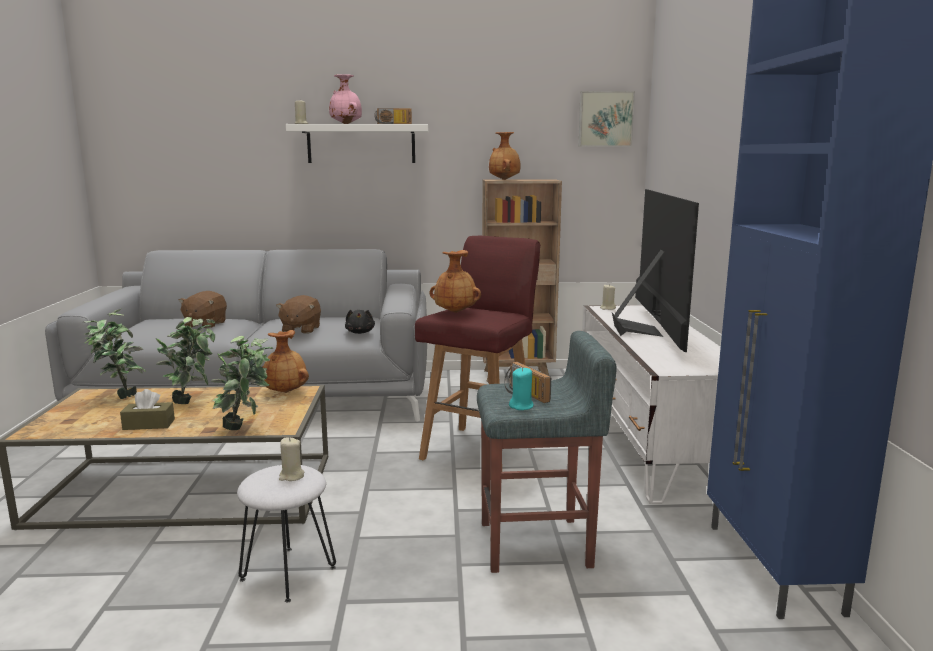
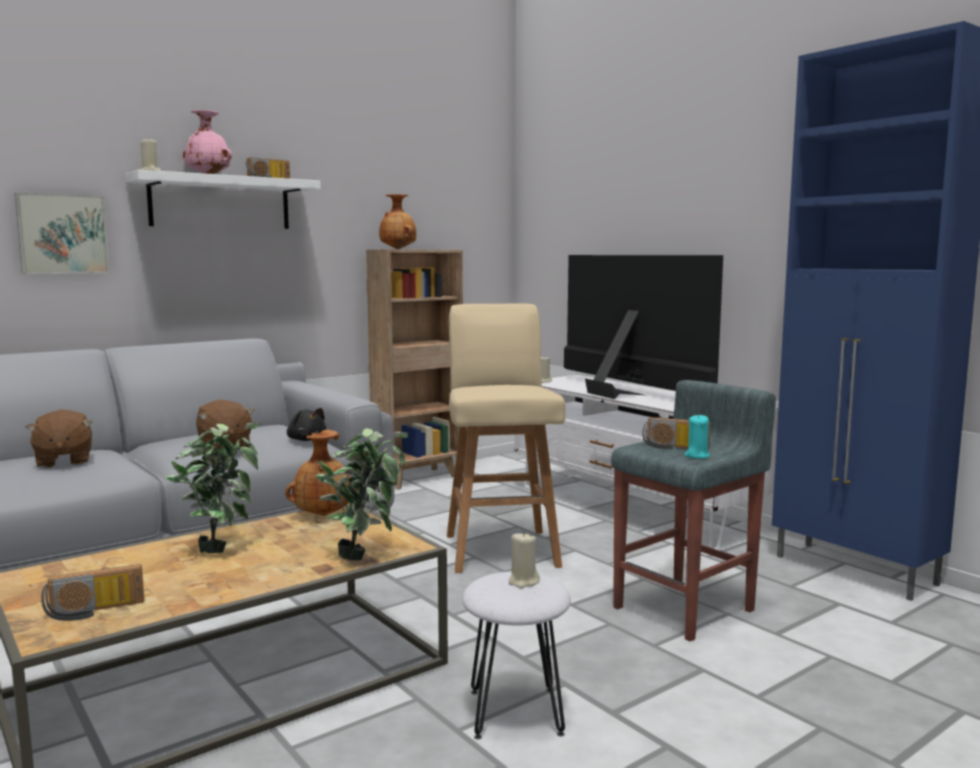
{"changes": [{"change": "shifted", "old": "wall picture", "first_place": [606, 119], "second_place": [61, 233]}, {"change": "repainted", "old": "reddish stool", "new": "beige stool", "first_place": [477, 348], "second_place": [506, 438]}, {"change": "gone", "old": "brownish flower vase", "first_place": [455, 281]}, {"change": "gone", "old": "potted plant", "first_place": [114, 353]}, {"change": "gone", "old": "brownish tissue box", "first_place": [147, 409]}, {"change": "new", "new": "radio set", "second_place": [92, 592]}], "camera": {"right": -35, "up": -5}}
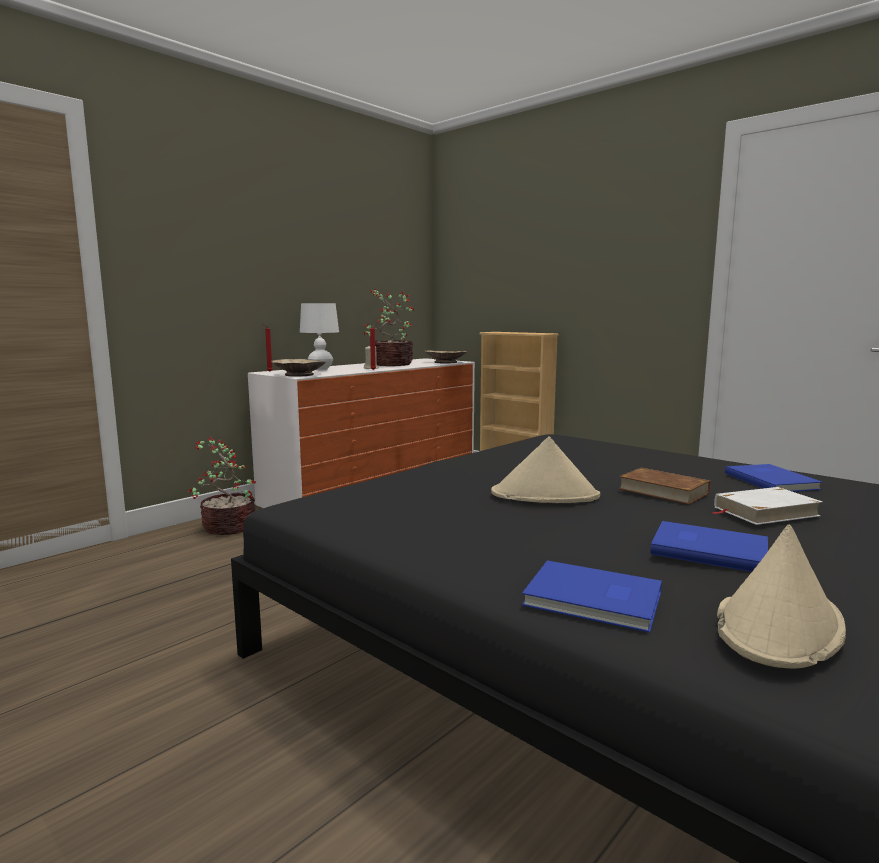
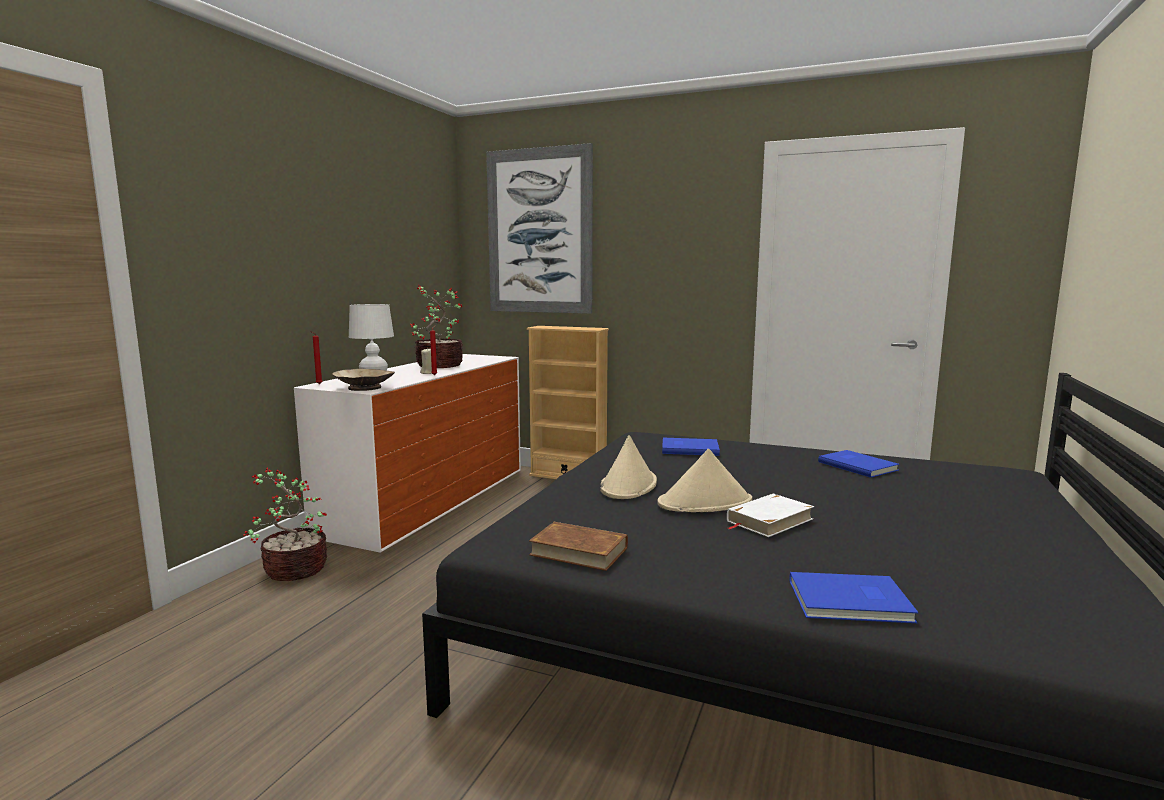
{"changes": [{"change": "gone", "old": "beige bowl", "first_place": [446, 356]}, {"change": "shifted", "old": "brownish book", "first_place": [664, 486], "second_place": [578, 546]}, {"change": "shifted", "old": "whitish book", "first_place": [766, 506], "second_place": [770, 515]}, {"change": "shifted", "old": "blue book", "first_place": [709, 546], "second_place": [691, 447]}, {"change": "shifted", "old": "beige wearable hat", "first_place": [781, 596], "second_place": [628, 467]}, {"change": "new", "new": "wall picture", "second_place": [539, 228]}], "camera": {"right": -20, "up": 0}}
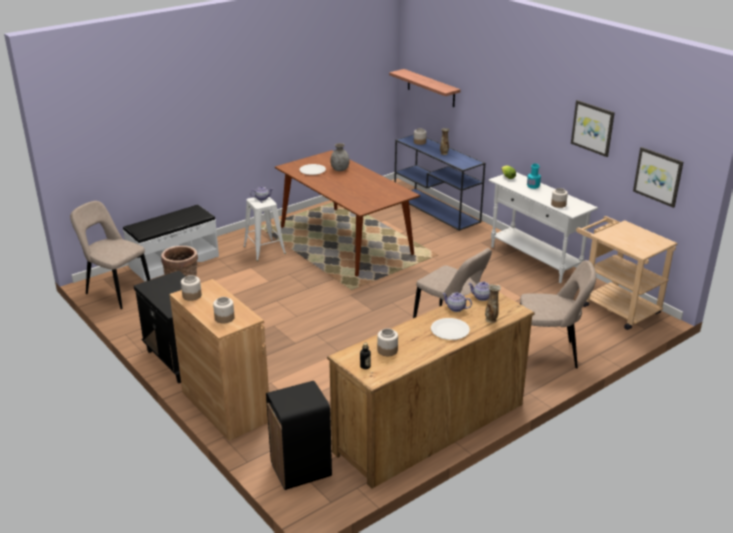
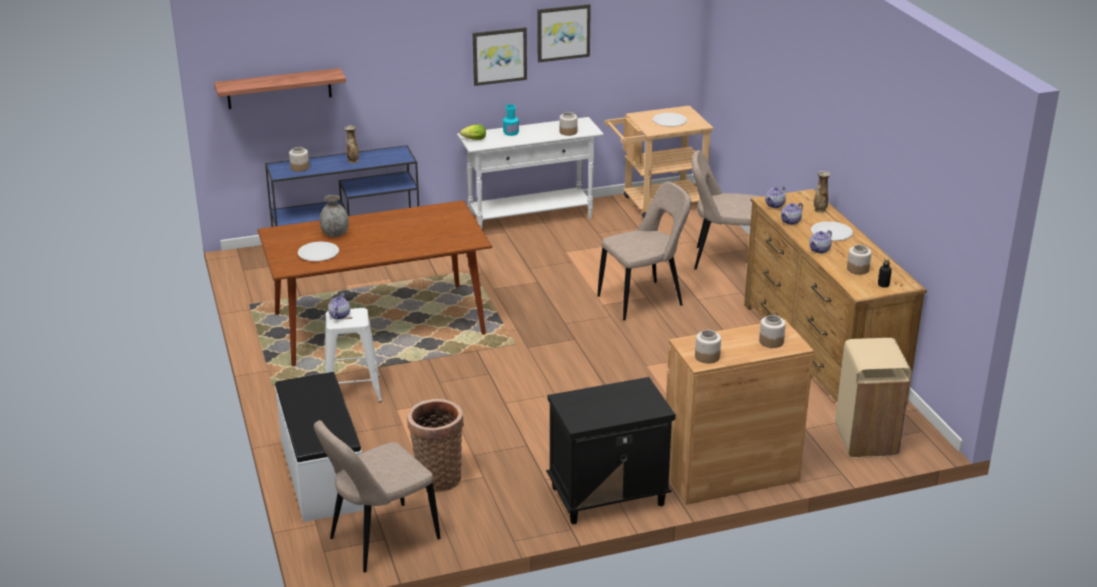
{"changes": [{"change": "shifted", "old": "wall picture", "first_place": [658, 177], "second_place": [500, 56]}, {"change": "rotated", "old": "beige chair", "first_place": [558, 314], "second_place": [726, 210], "degrees": -105}, {"change": "repainted", "old": "black-coloured trash can", "new": "beige trash can", "first_place": [299, 435], "second_place": [873, 398]}, {"change": "new", "new": "whitish plate", "second_place": [670, 120]}, {"change": "new", "new": "pot for tea", "second_place": [820, 242]}], "camera": {"right": -70, "up": 0}}
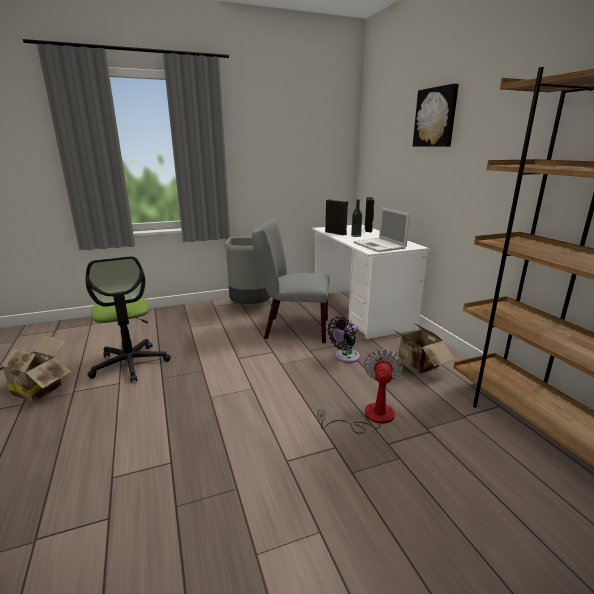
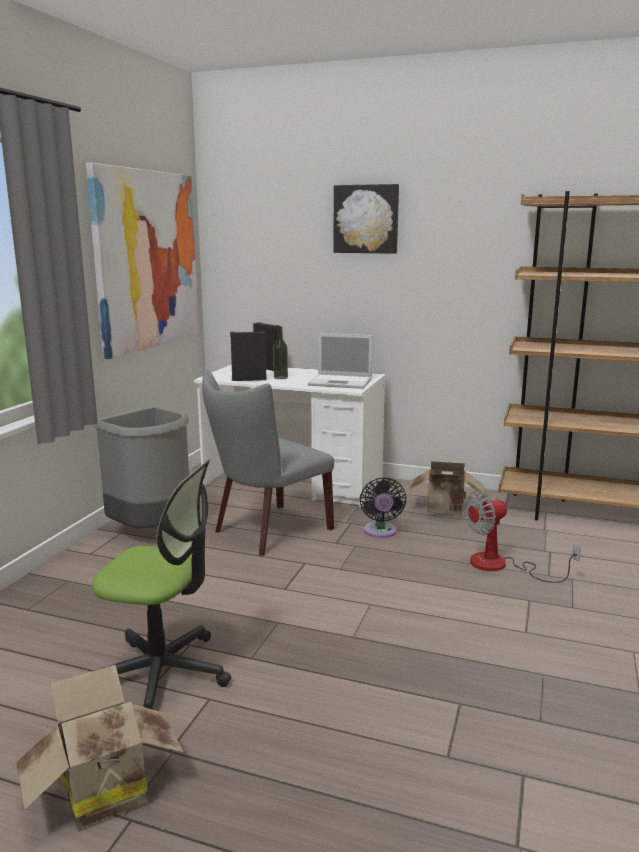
{"changes": [{"change": "rotated", "old": "electric fan", "first_place": [360, 391], "second_place": [522, 537], "degrees": -75}, {"change": "new", "new": "wall picture", "second_place": [142, 261]}], "camera": {"right": -50, "up": -5}}
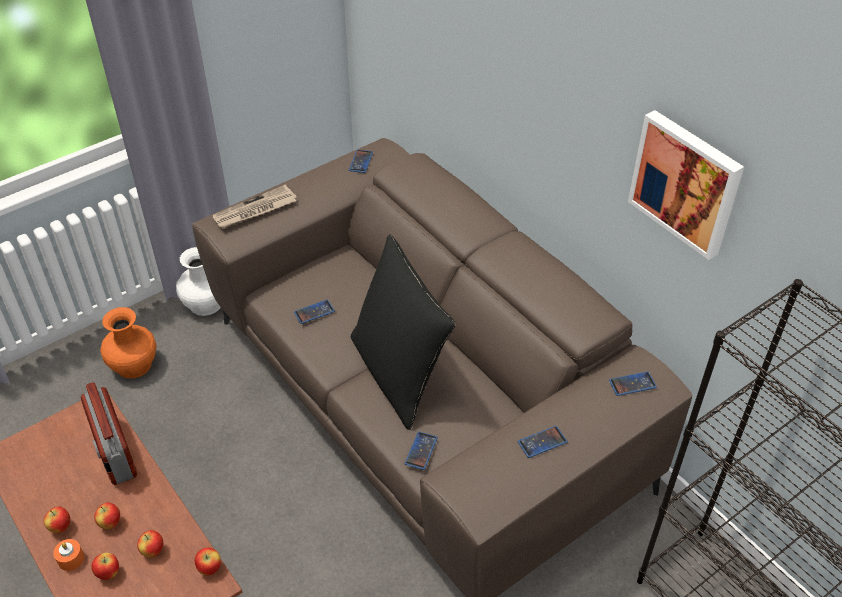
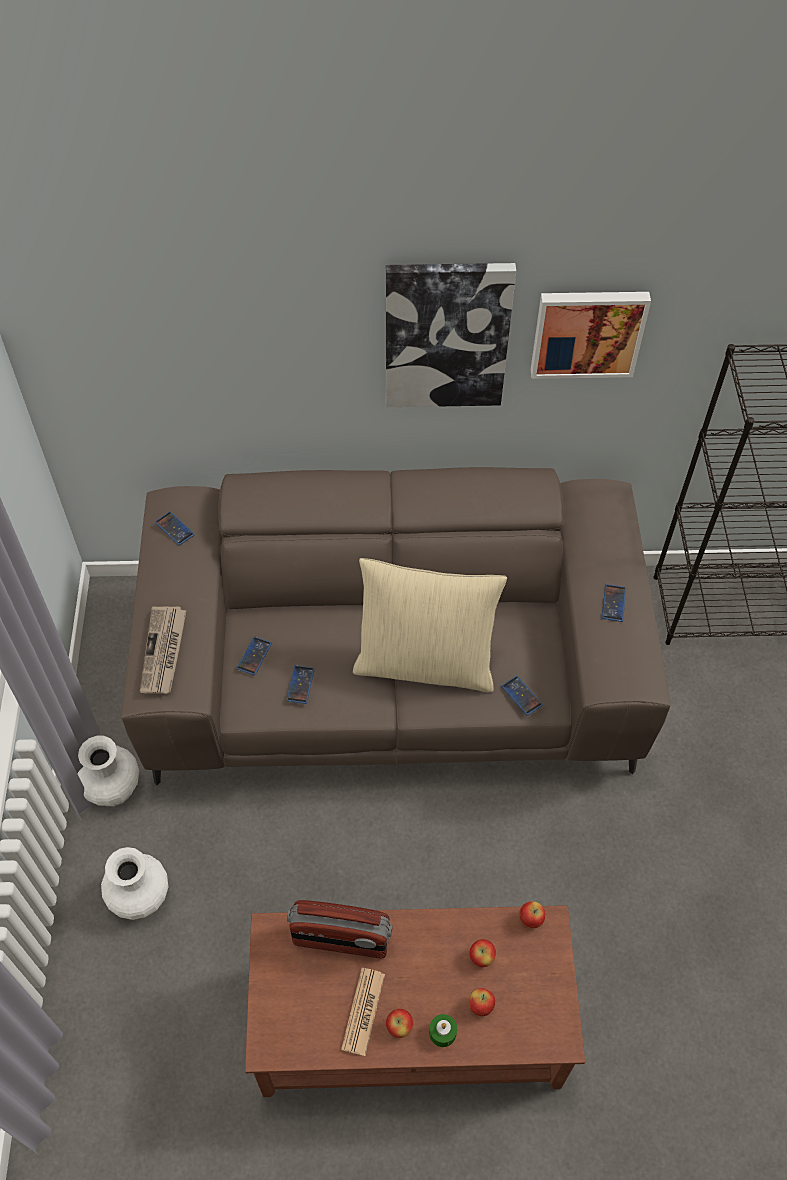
{"changes": [{"change": "repainted", "old": "black-coloured pillow", "new": "beige pillow", "first_place": [403, 332], "second_place": [430, 625]}, {"change": "repainted", "old": "orange flower vase", "new": "whitish flower vase", "first_place": [128, 343], "second_place": [134, 883]}, {"change": "shifted", "old": "handset", "first_place": [633, 383], "second_place": [254, 655]}, {"change": "gone", "old": "whole apple", "first_place": [107, 515]}, {"change": "repainted", "old": "orange wax candle", "new": "greenish wax candle", "first_place": [68, 555], "second_place": [443, 1030]}, {"change": "new", "new": "wall picture", "second_place": [451, 335]}, {"change": "new", "new": "daily paper", "second_place": [363, 1012]}], "camera": {"right": -55, "up": 10}}
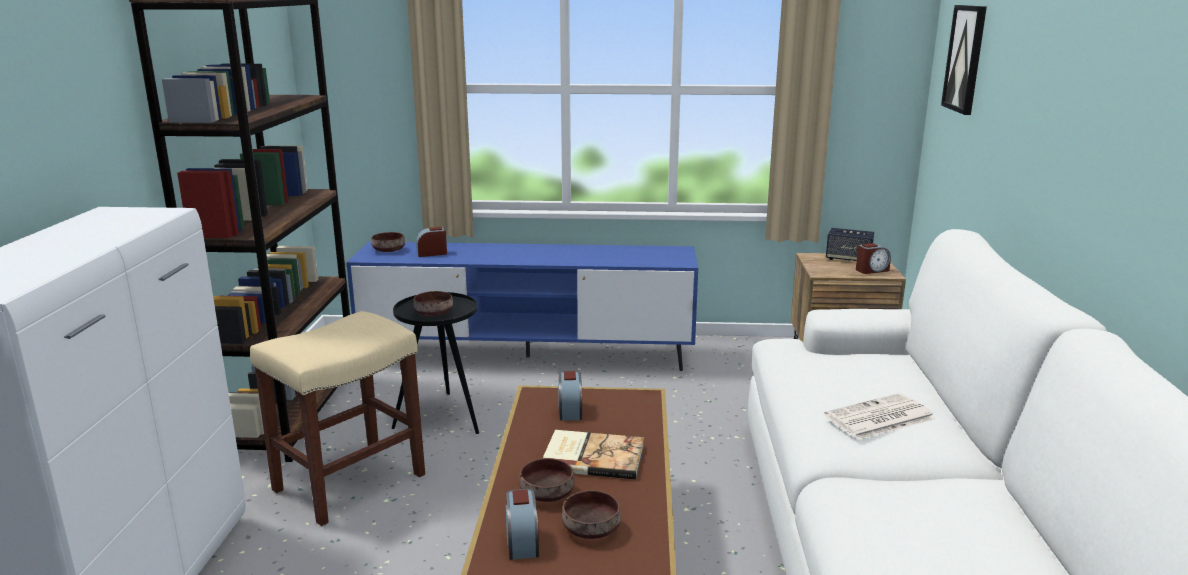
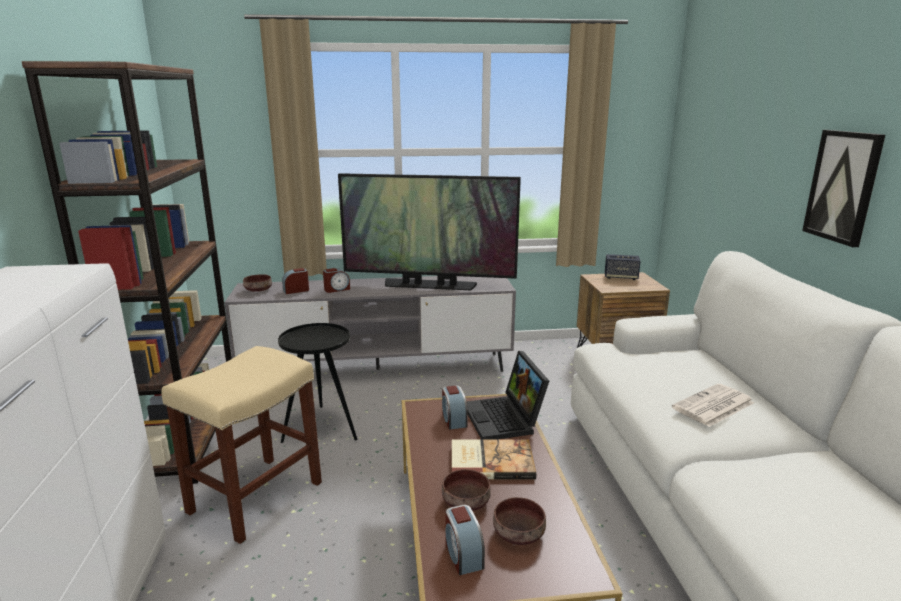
{"changes": [{"change": "shifted", "old": "wall picture", "first_place": [964, 60], "second_place": [843, 188]}, {"change": "repainted", "old": "blue tv stand", "new": "gray tv stand", "first_place": [522, 306], "second_place": [370, 324]}, {"change": "shifted", "old": "alarm clock", "first_place": [873, 258], "second_place": [336, 280]}, {"change": "gone", "old": "brownish bowl", "first_place": [433, 303]}, {"change": "new", "new": "television", "second_place": [429, 231]}, {"change": "new", "new": "portable computer", "second_place": [507, 395]}], "camera": {"right": -10, "up": 0}}
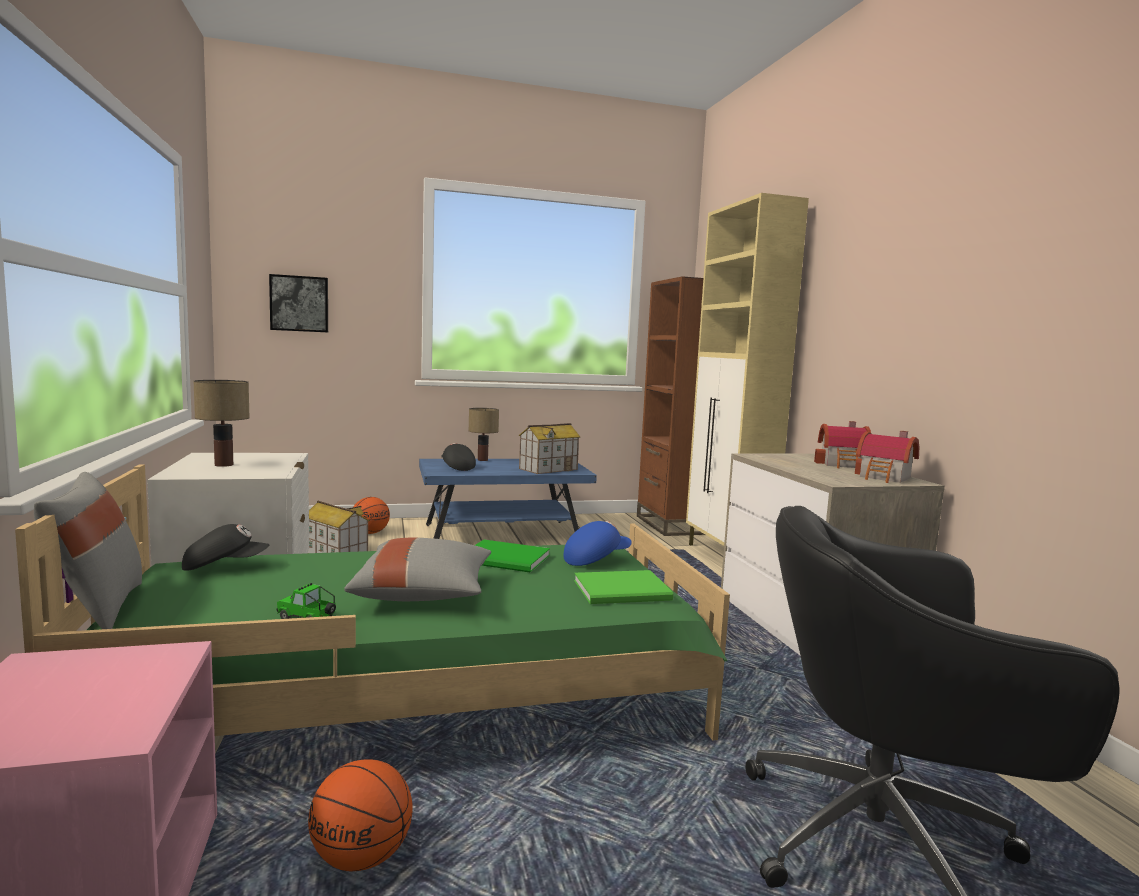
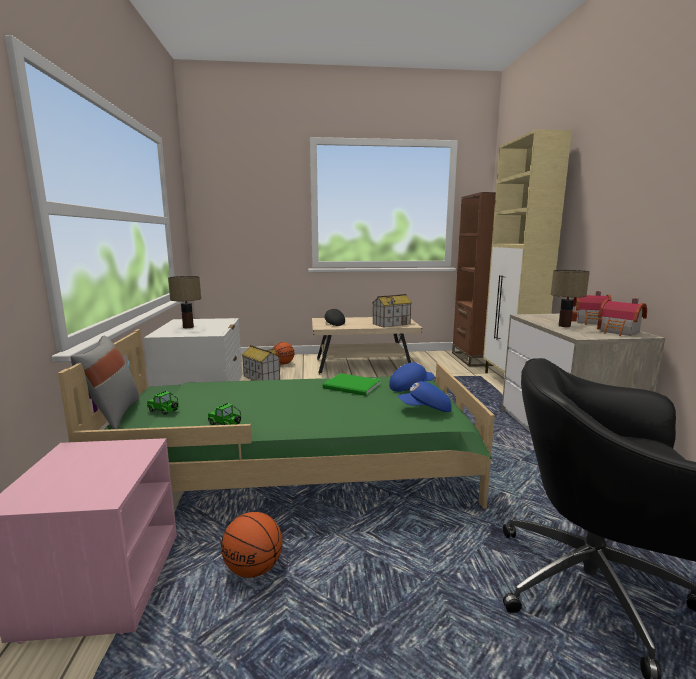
{"changes": [{"change": "gone", "old": "wall picture", "first_place": [298, 303]}, {"change": "shifted", "old": "table lamp", "first_place": [484, 434], "second_place": [570, 298]}, {"change": "repainted", "old": "blue coffee table", "new": "beige coffee table", "first_place": [508, 499], "second_place": [367, 345]}, {"change": "gone", "old": "black-coloured peaked cap", "first_place": [226, 547]}, {"change": "gone", "old": "gray pillow", "first_place": [417, 569]}, {"change": "swapped", "old": "greenish book", "new": "blue peaked cap", "first_place": [623, 587], "second_place": [425, 396]}, {"change": "new", "new": "miniature car", "second_place": [163, 403]}], "camera": {"right": 10, "up": 5}}
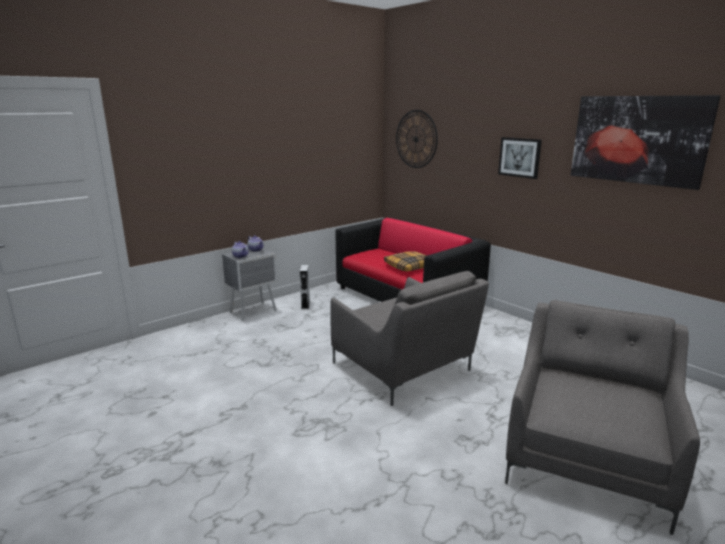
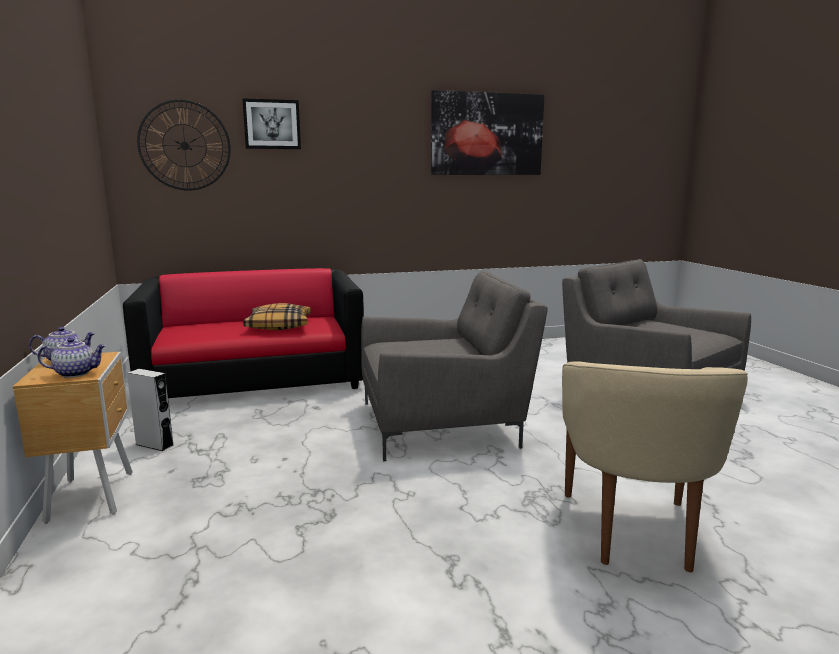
{"changes": [{"change": "shifted", "old": "wall picture", "first_place": [520, 158], "second_place": [271, 123]}, {"change": "repainted", "old": "gray night table", "new": "brownish night table", "first_place": [249, 284], "second_place": [73, 438]}, {"change": "new", "new": "beige easy chair", "second_place": [655, 466]}], "camera": {"right": -65, "up": -5}}
